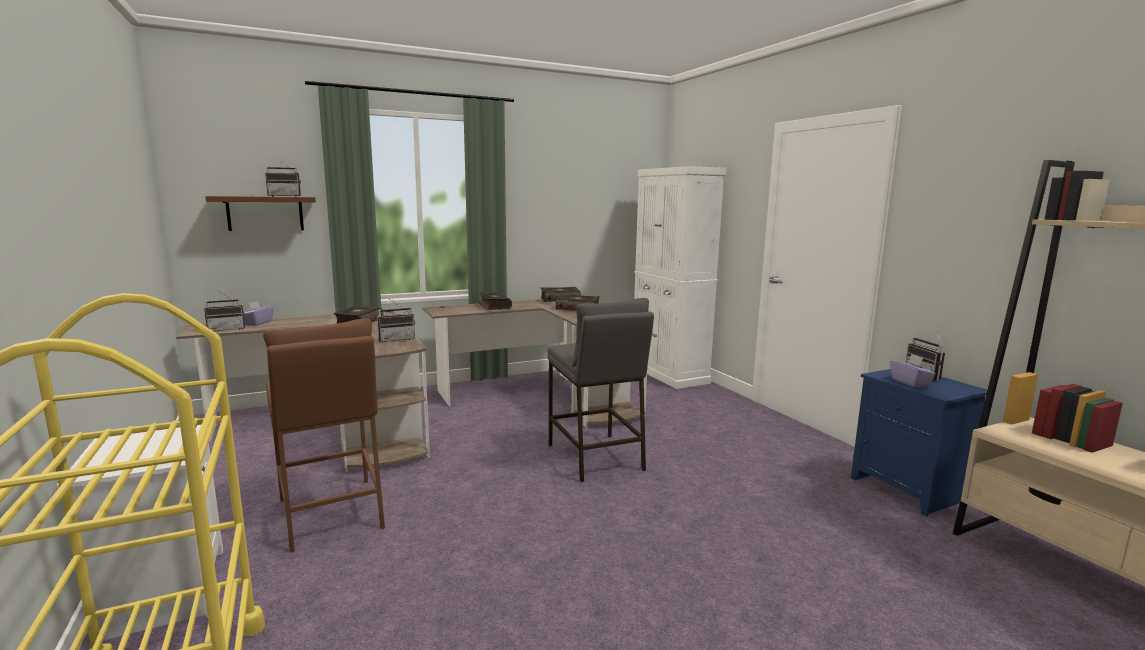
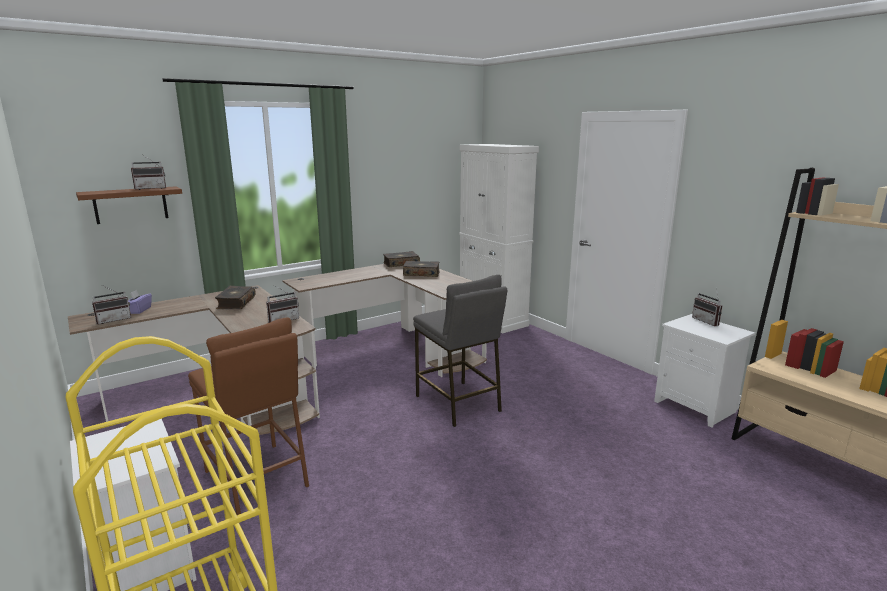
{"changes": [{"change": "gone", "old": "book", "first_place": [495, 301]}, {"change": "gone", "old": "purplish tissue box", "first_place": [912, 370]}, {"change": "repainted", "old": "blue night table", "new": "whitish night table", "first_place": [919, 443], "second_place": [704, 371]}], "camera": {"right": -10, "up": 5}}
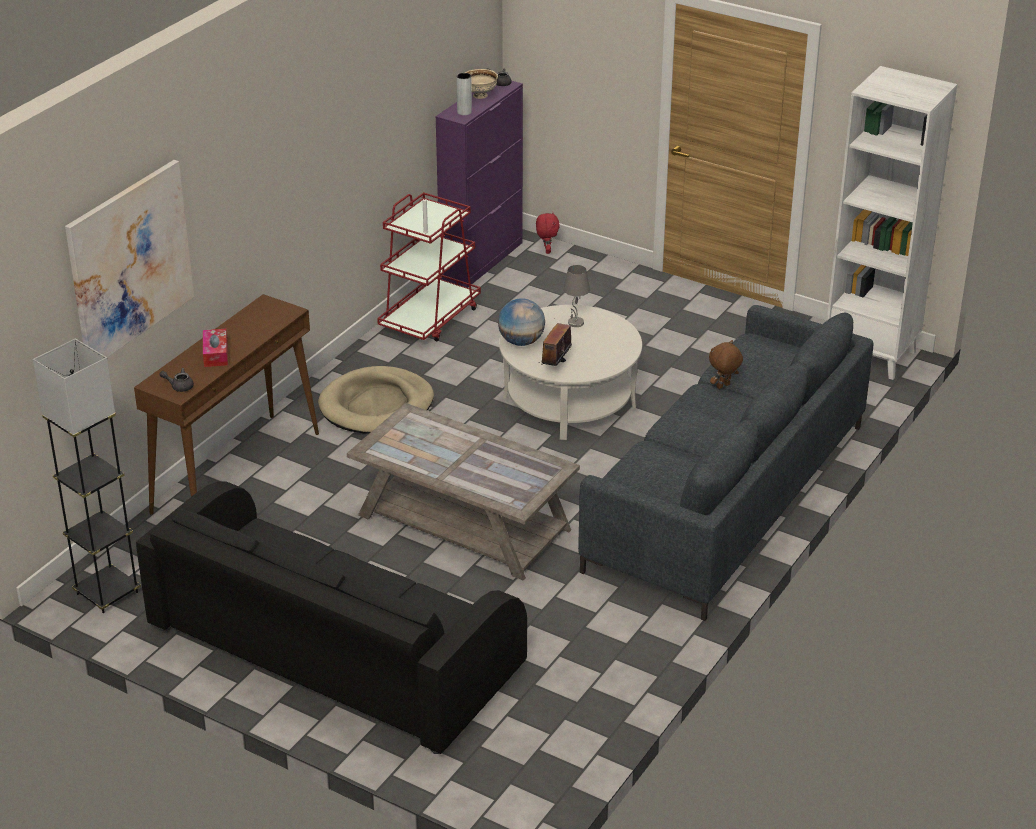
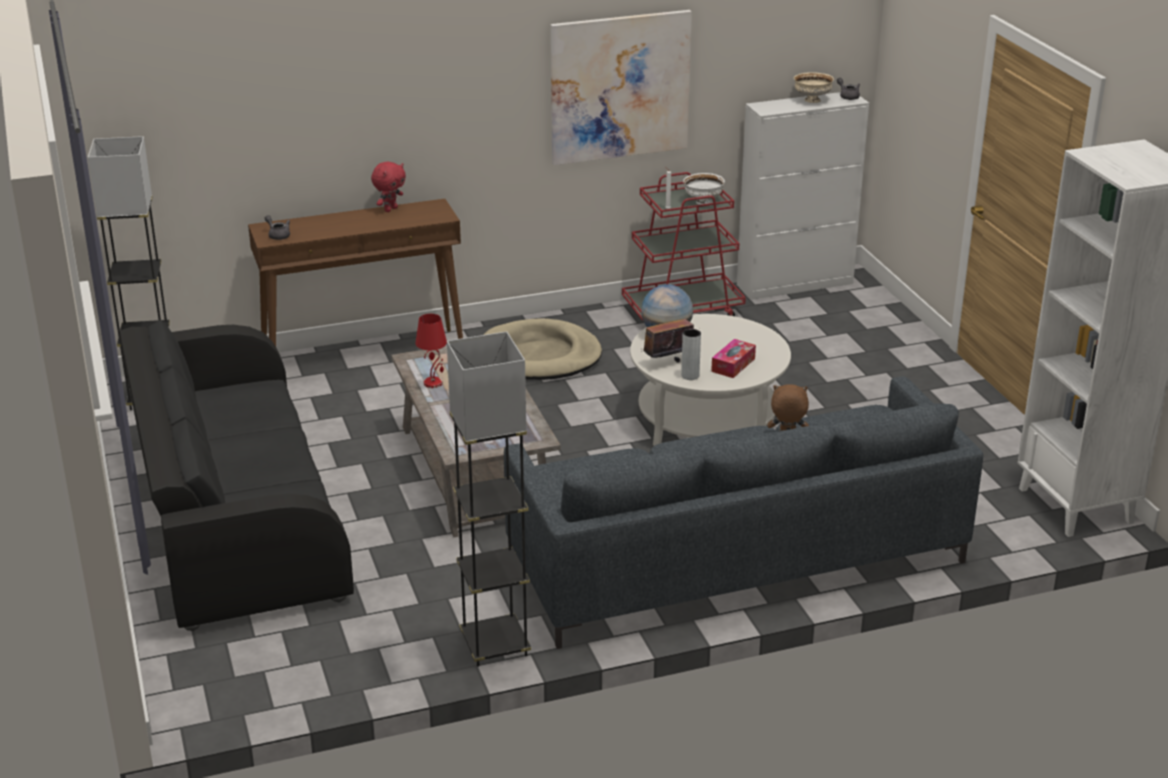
{"changes": [{"change": "shifted", "old": "gray flower vase", "first_place": [464, 94], "second_place": [691, 354]}, {"change": "repainted", "old": "purplish cabinet", "new": "whitish cabinet", "first_place": [479, 184], "second_place": [803, 196]}, {"change": "shifted", "old": "wall picture", "first_place": [129, 258], "second_place": [621, 87]}, {"change": "shifted", "old": "reddish plush toy", "first_place": [548, 233], "second_place": [388, 186]}, {"change": "gone", "old": "gray table lamp", "first_place": [576, 296]}, {"change": "shifted", "old": "tissue box", "first_place": [215, 348], "second_place": [733, 358]}, {"change": "new", "new": "whitish bowl", "second_place": [704, 189]}, {"change": "new", "new": "reddish table lamp", "second_place": [431, 351]}, {"change": "new", "new": "gray standing lamp", "second_place": [489, 499]}], "camera": {"right": 40, "up": -5}}
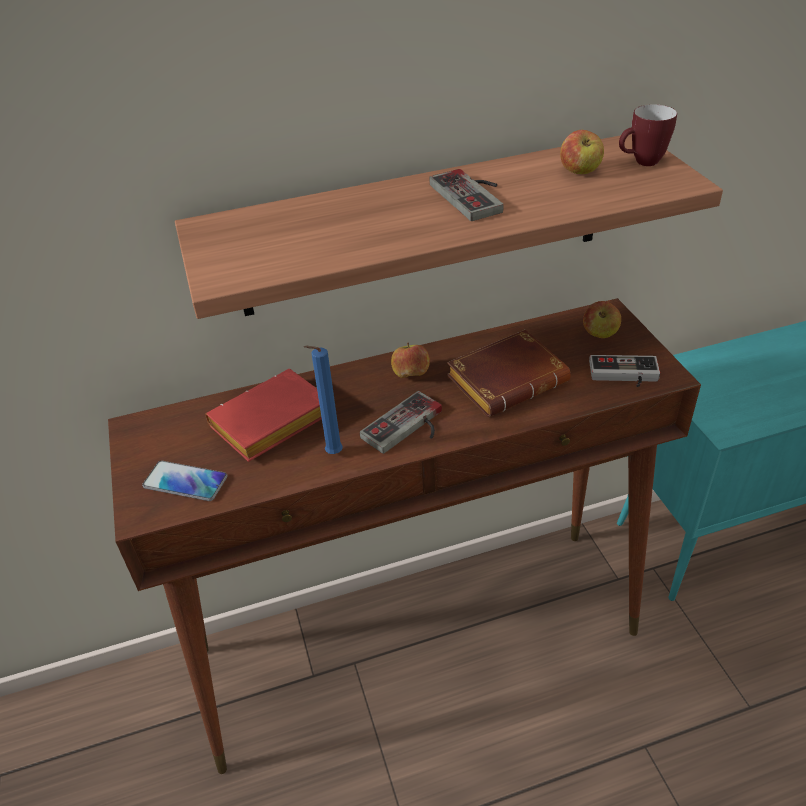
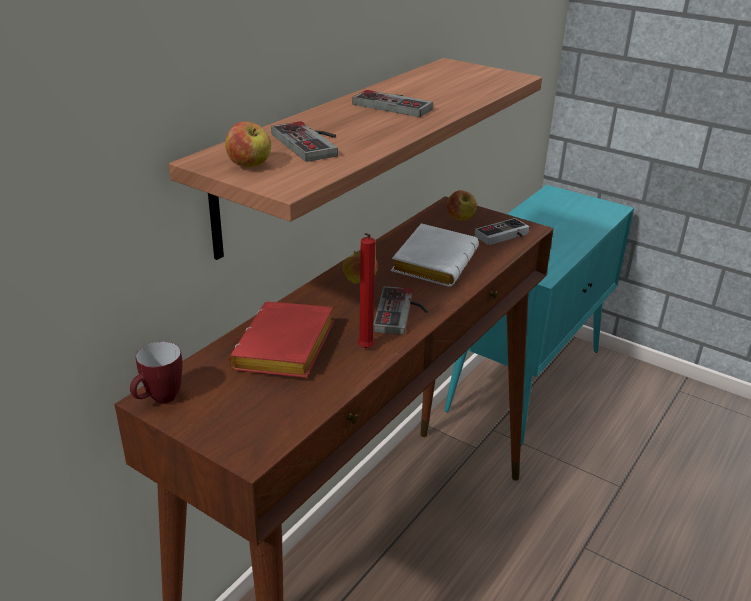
{"changes": [{"change": "shifted", "old": "mug", "first_place": [648, 135], "second_place": [156, 373]}, {"change": "shifted", "old": "whole apple", "first_place": [582, 152], "second_place": [248, 144]}, {"change": "repainted", "old": "brownish book", "new": "whitish book", "first_place": [509, 373], "second_place": [435, 255]}, {"change": "repainted", "old": "blue wax candle", "new": "reddish wax candle", "first_place": [323, 399], "second_place": [366, 290]}, {"change": "gone", "old": "handset", "first_place": [184, 481]}, {"change": "new", "new": "gamepad", "second_place": [304, 141]}], "camera": {"right": -40, "up": -10}}
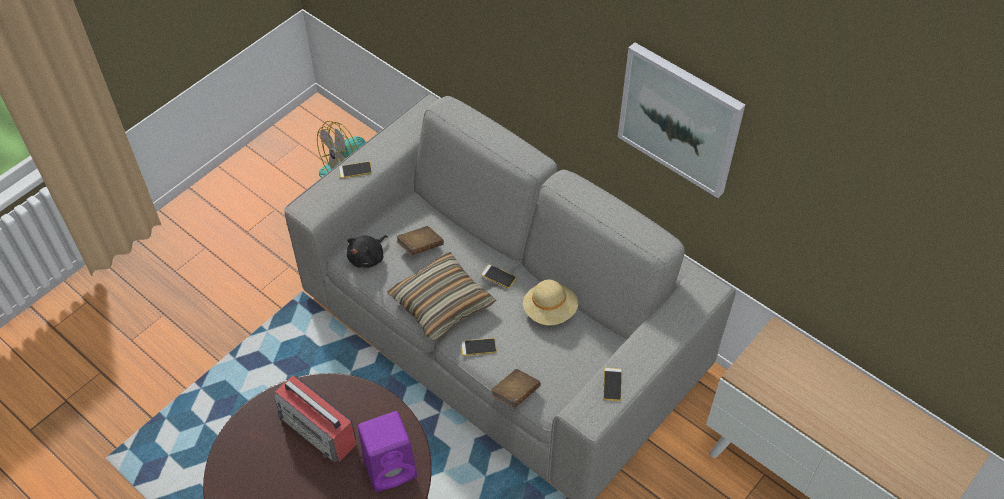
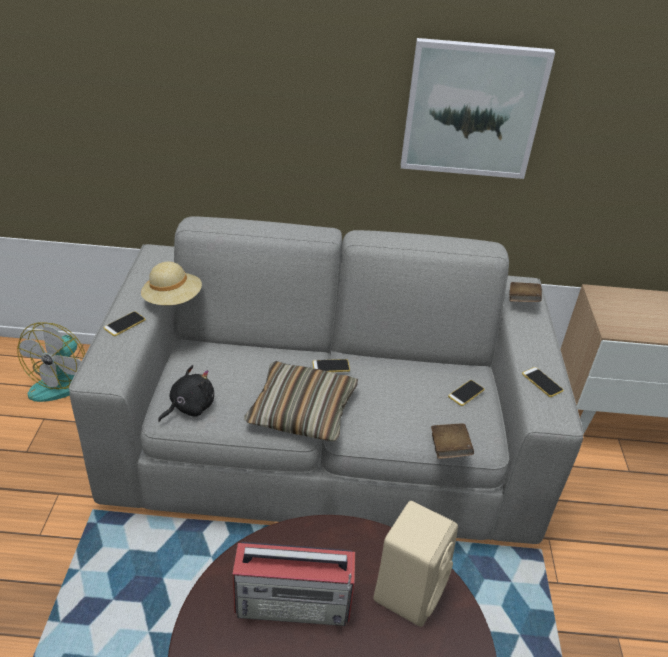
{"changes": [{"change": "shifted", "old": "brownish book", "first_place": [420, 240], "second_place": [525, 292]}, {"change": "rotated", "old": "black-coloured plush toy", "first_place": [367, 251], "second_place": [186, 393], "degrees": -135}, {"change": "shifted", "old": "beige wearable hat", "first_place": [550, 302], "second_place": [171, 283]}, {"change": "shifted", "old": "handset", "first_place": [479, 347], "second_place": [466, 393]}, {"change": "repainted", "old": "purplish loudspeaker", "new": "beige loudspeaker", "first_place": [387, 451], "second_place": [415, 564]}], "camera": {"right": -40, "up": -15}}
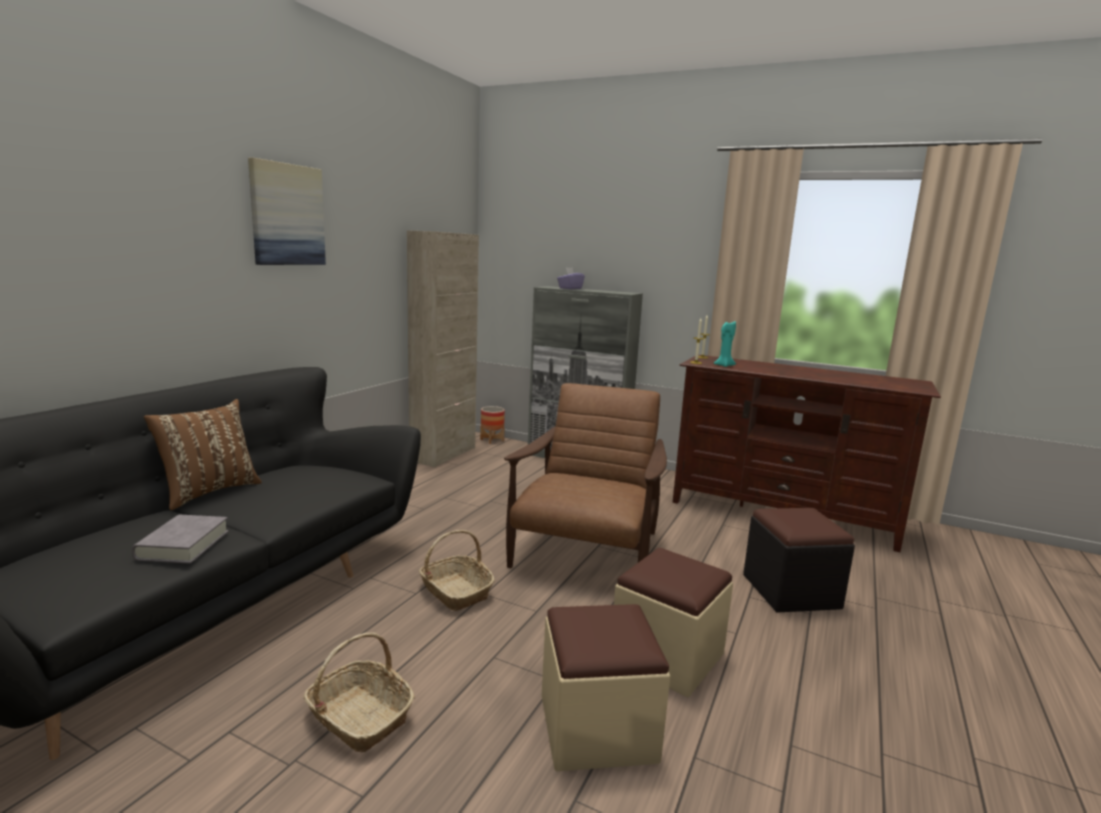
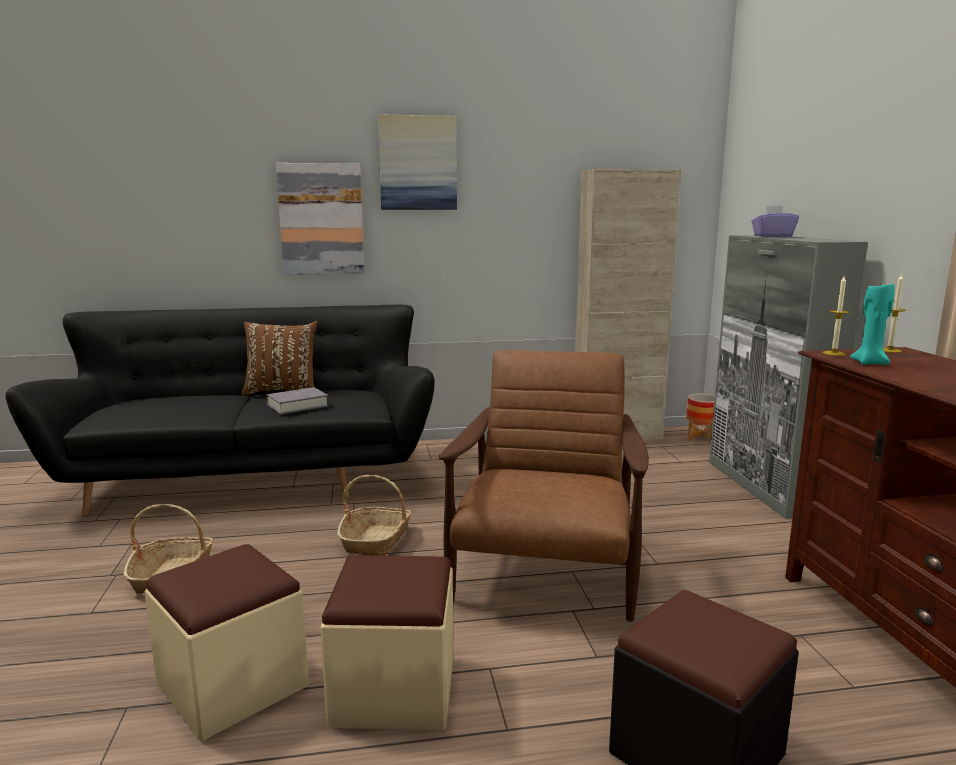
{"changes": [{"change": "rotated", "old": "brownish easy chair", "first_place": [585, 475], "second_place": [544, 486], "degrees": -60}, {"change": "shifted", "old": "gray book", "first_place": [180, 539], "second_place": [298, 400]}, {"change": "new", "new": "wall picture", "second_place": [320, 219]}], "camera": {"right": 55, "up": 0}}
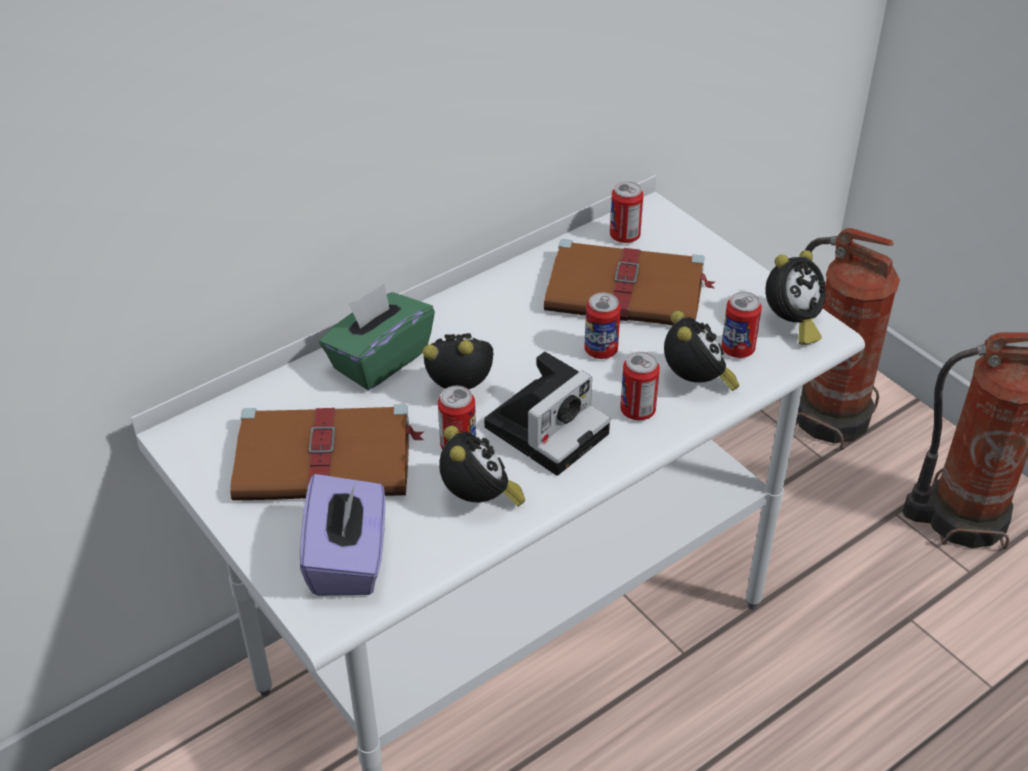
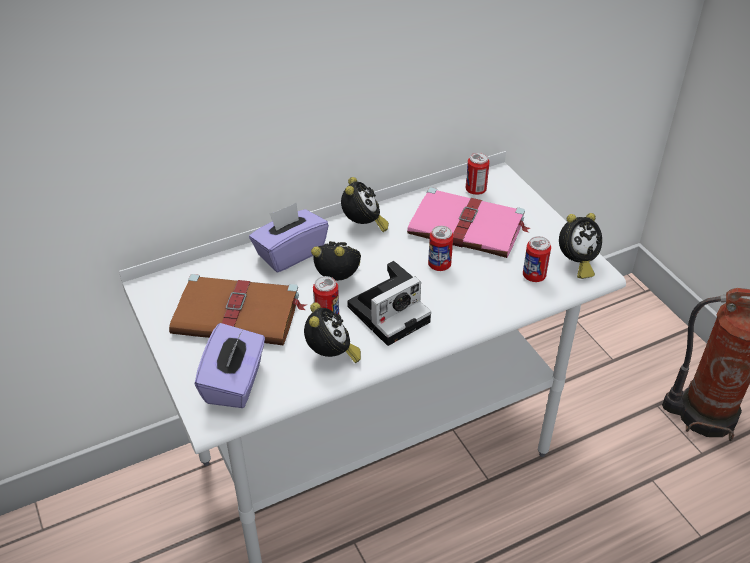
{"changes": [{"change": "gone", "old": "fire extinguisher", "first_place": [848, 339]}, {"change": "repainted", "old": "brownish book", "new": "pinkish book", "first_place": [629, 282], "second_place": [468, 222]}, {"change": "repainted", "old": "greenish tissue box", "new": "purplish tissue box", "first_place": [377, 337], "second_place": [289, 237]}, {"change": "shifted", "old": "alarm clock", "first_place": [701, 351], "second_place": [365, 204]}, {"change": "gone", "old": "sealed can", "first_place": [640, 386]}], "camera": {"right": 10, "up": 0}}
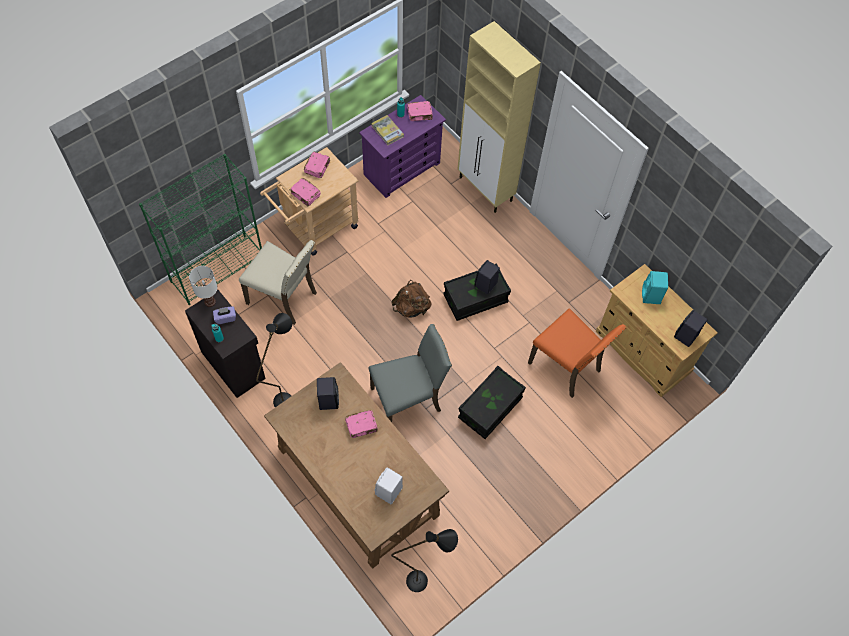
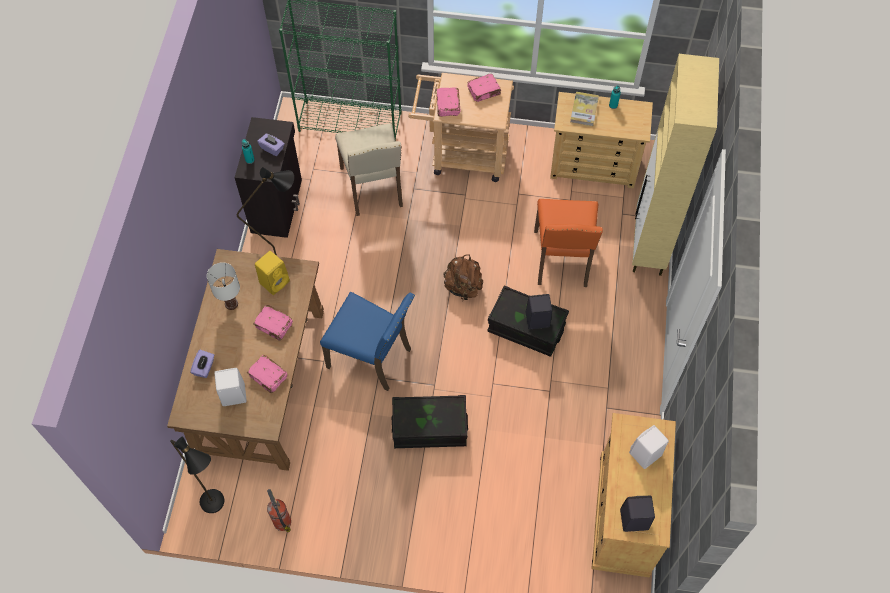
{"changes": [{"change": "repainted", "old": "purplish dresser", "new": "beige dresser", "first_place": [402, 146], "second_place": [601, 140]}, {"change": "shifted", "old": "pinkish book", "first_place": [420, 111], "second_place": [267, 374]}, {"change": "shifted", "old": "whitish table lamp", "first_place": [203, 286], "second_place": [223, 286]}, {"change": "repainted", "old": "turquoise loudspeaker", "new": "whitish loudspeaker", "first_place": [655, 287], "second_place": [649, 447]}, {"change": "shifted", "old": "orange chair", "first_place": [577, 353], "second_place": [568, 243]}, {"change": "repainted", "old": "gray chair", "new": "blue chair", "first_place": [410, 373], "second_place": [367, 341]}, {"change": "repainted", "old": "black-coloured loudspeaker", "new": "yellow-coloured loudspeaker", "first_place": [328, 393], "second_place": [272, 273]}, {"change": "new", "new": "purplish tissue box", "second_place": [202, 364]}, {"change": "new", "new": "fire extinguisher", "second_place": [279, 510]}], "camera": {"right": 50, "up": 0}}
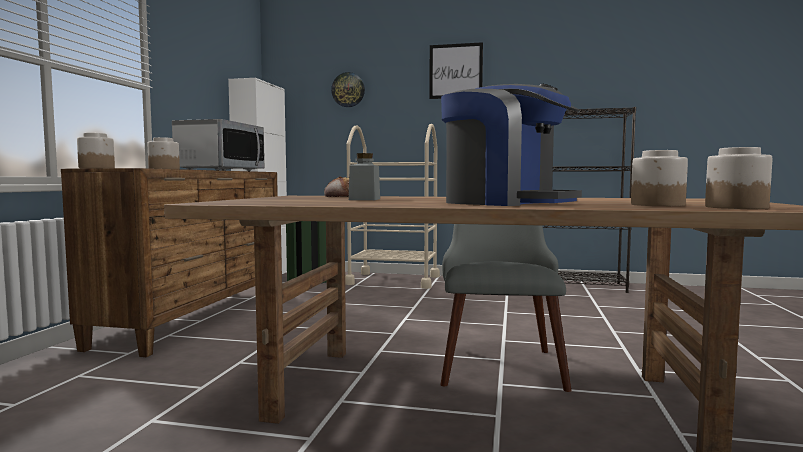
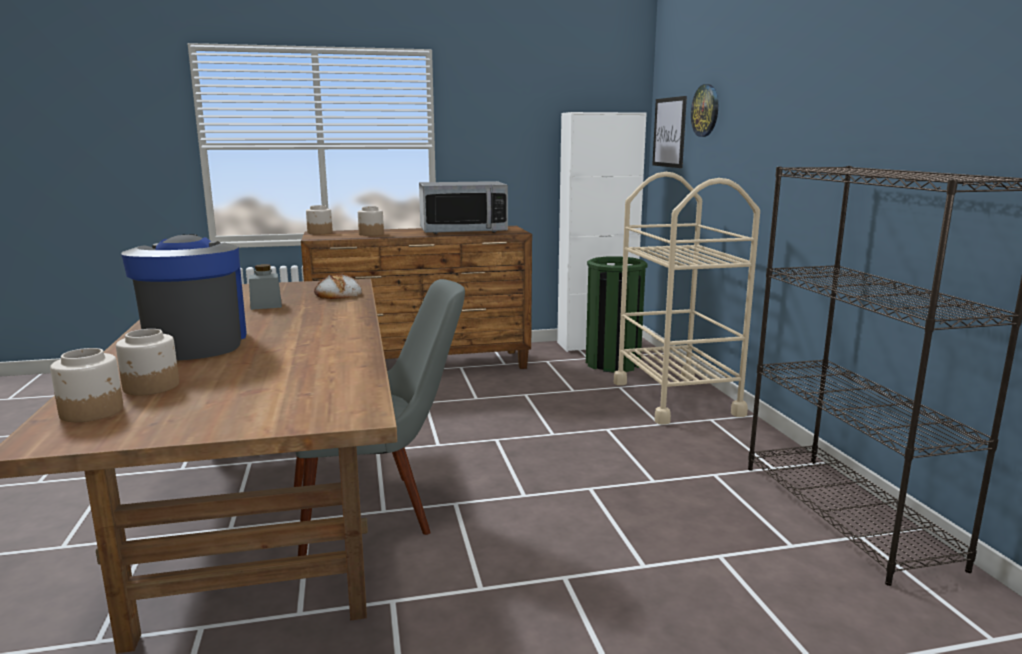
{"changes": [{"change": "shifted", "old": "wall picture", "first_place": [456, 70], "second_place": [669, 132]}, {"change": "rotated", "old": "coffee maker", "first_place": [511, 145], "second_place": [184, 297], "degrees": 150}], "camera": {"right": 65, "up": 10}}
